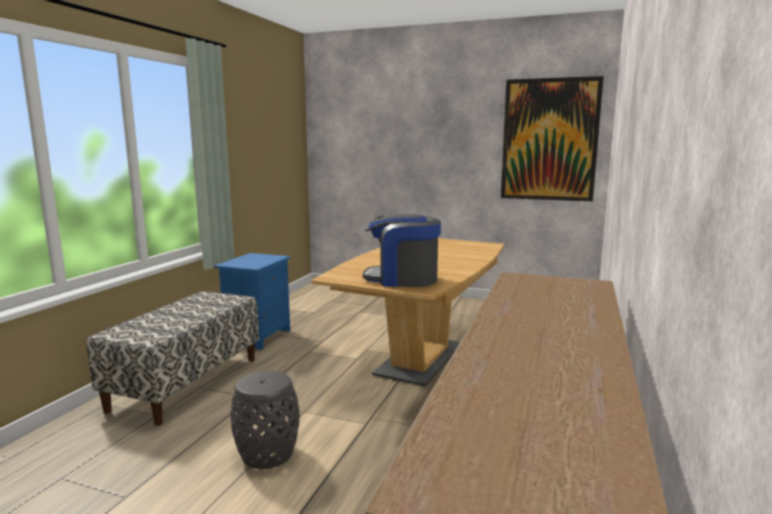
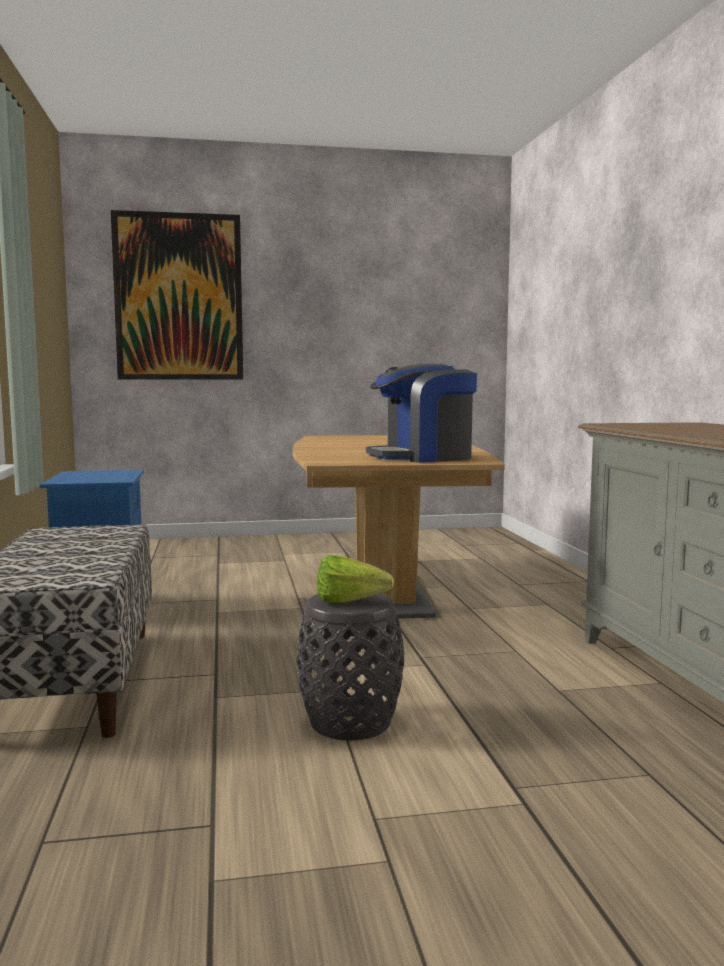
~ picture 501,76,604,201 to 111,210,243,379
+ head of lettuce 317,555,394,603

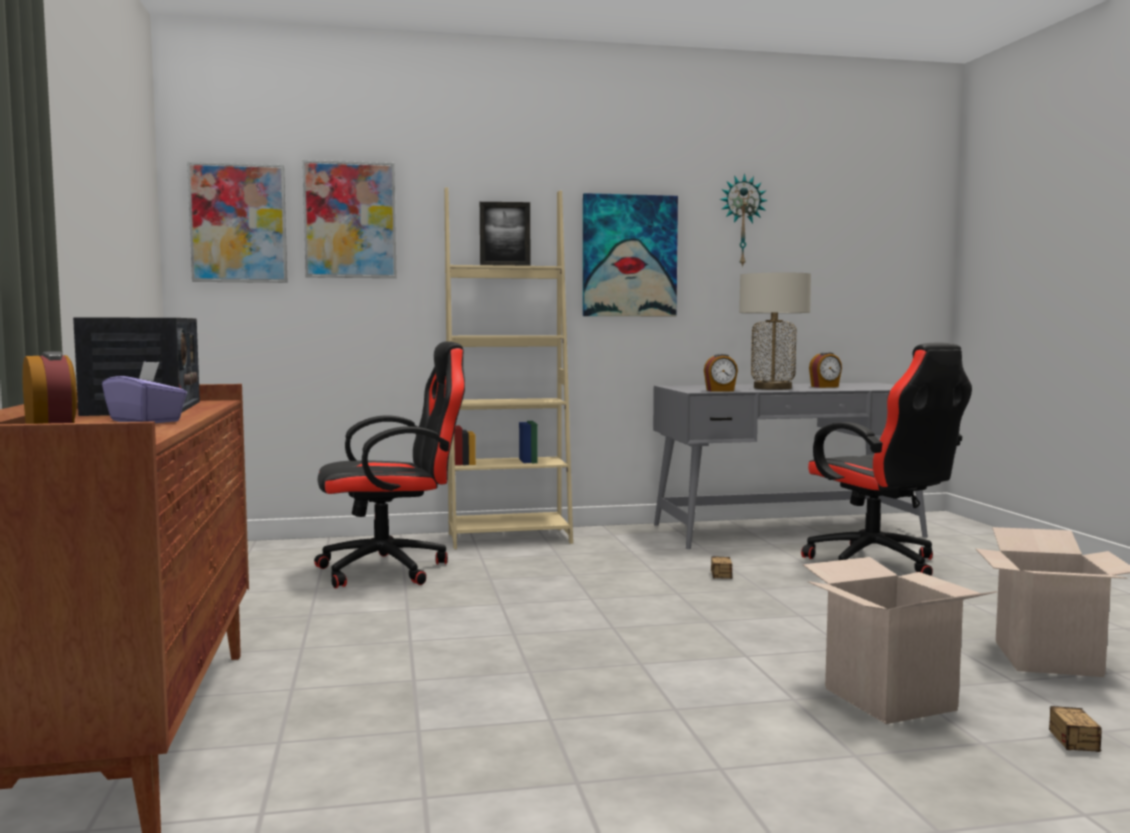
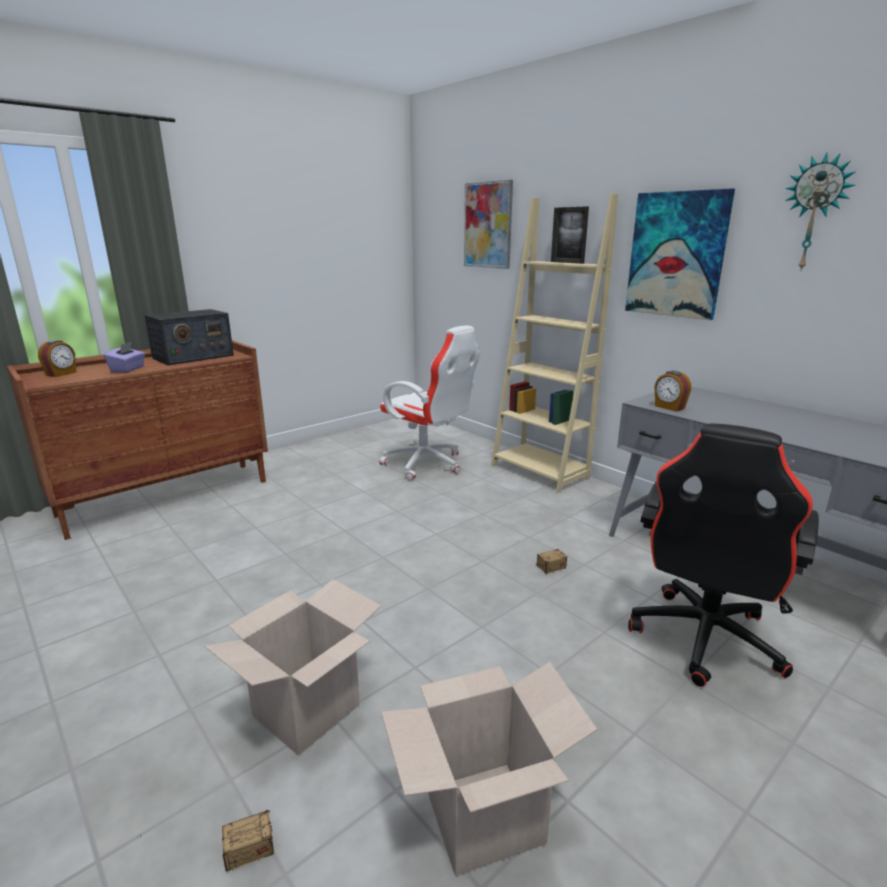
- picture 187,162,288,283
~ office chair/black 314,341,465,588 to office chair/white 379,325,480,481
- table lamp 739,272,811,390
- bedside clock 809,352,842,388

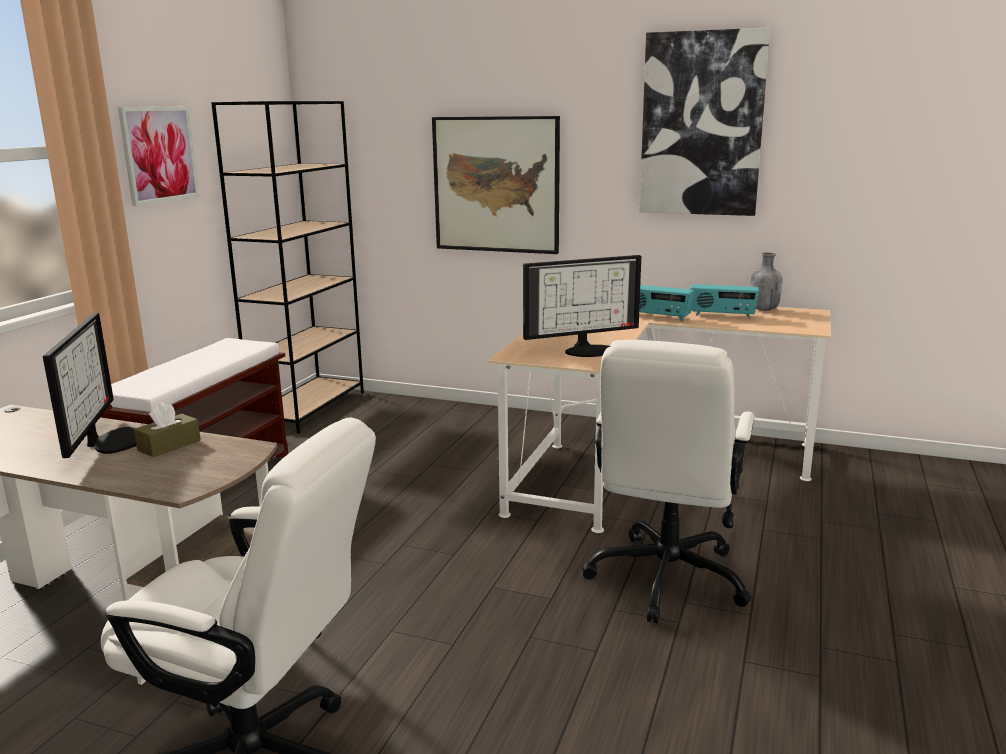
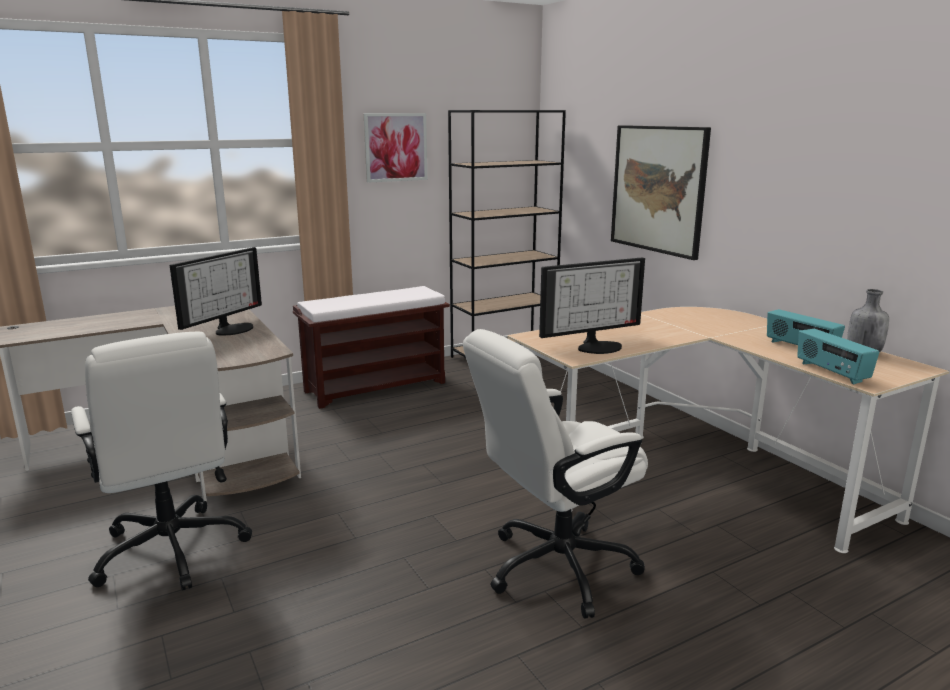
- tissue holder/brownish 134,402,201,457
~ computer display 523,255,641,357 = 539,257,645,354 45 degrees counterclockwise
- picture 639,27,770,216
~ radio 639,285,695,321 to 797,329,879,384

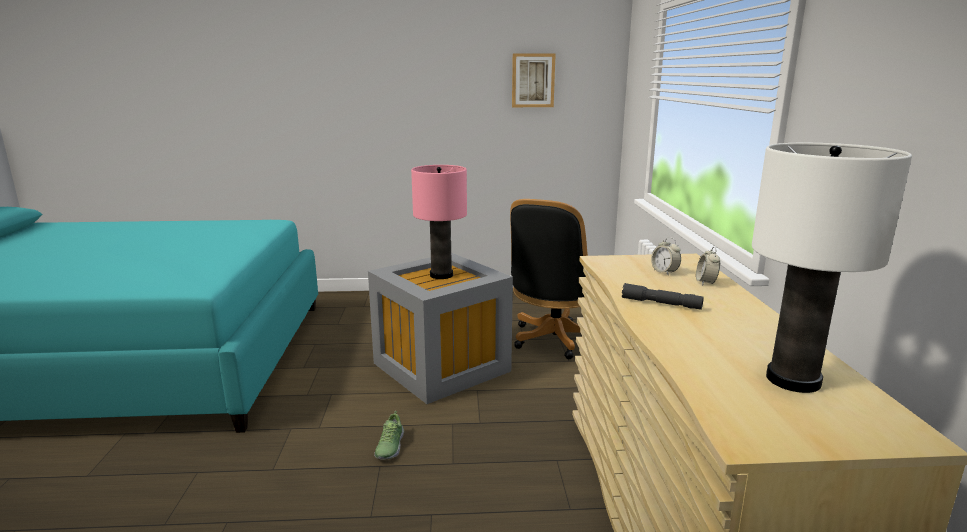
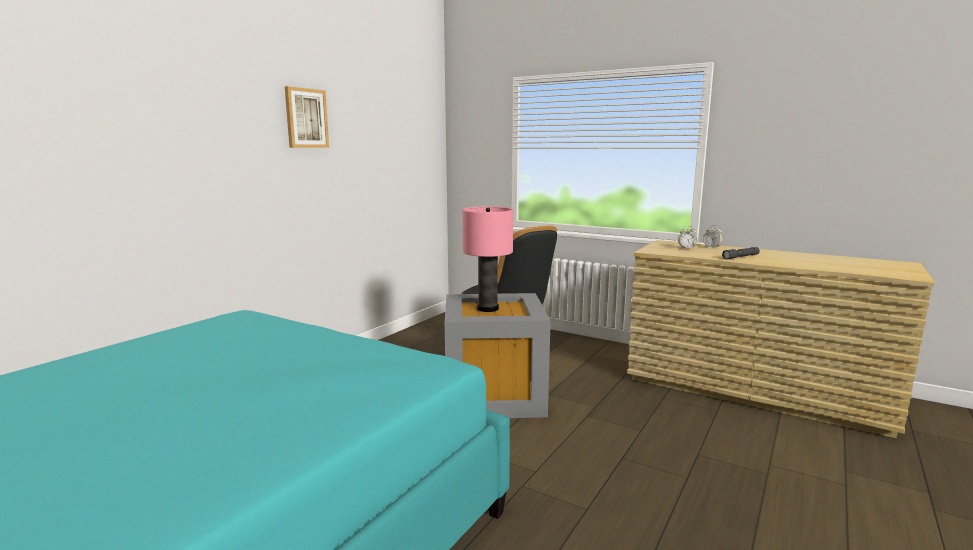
- low shoe 374,411,404,460
~ picture 512,53,556,107 to 285,86,329,148
- table lamp/white 752,143,912,393

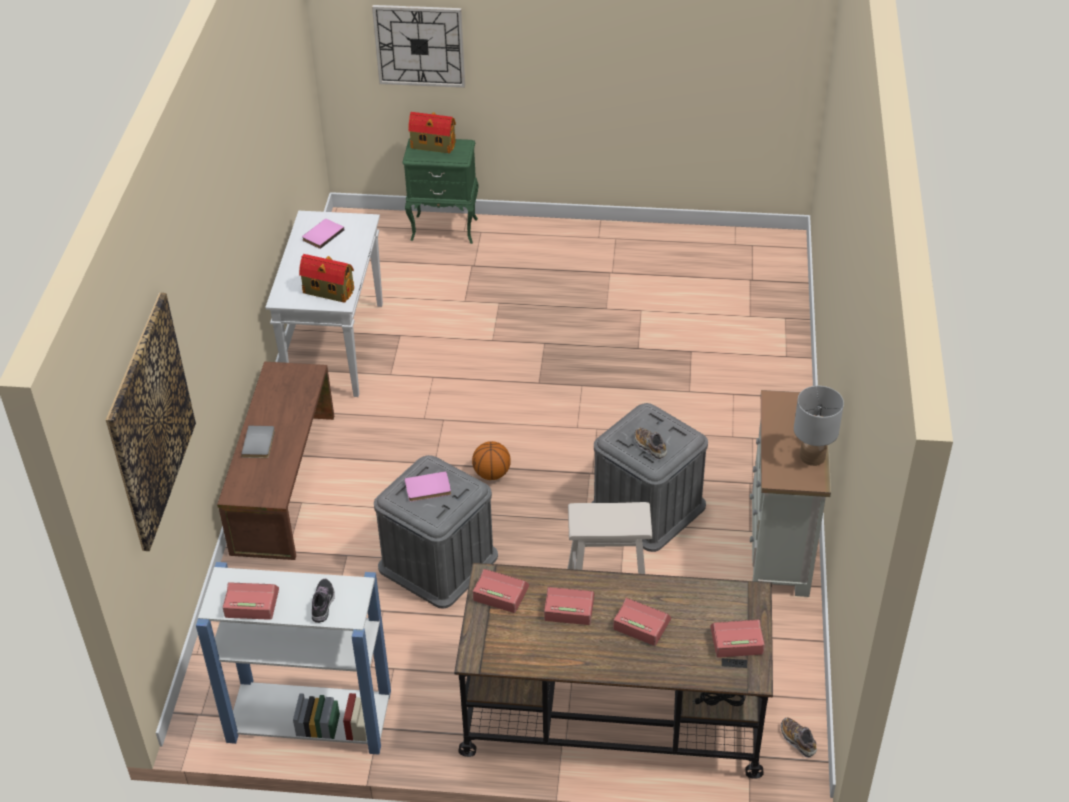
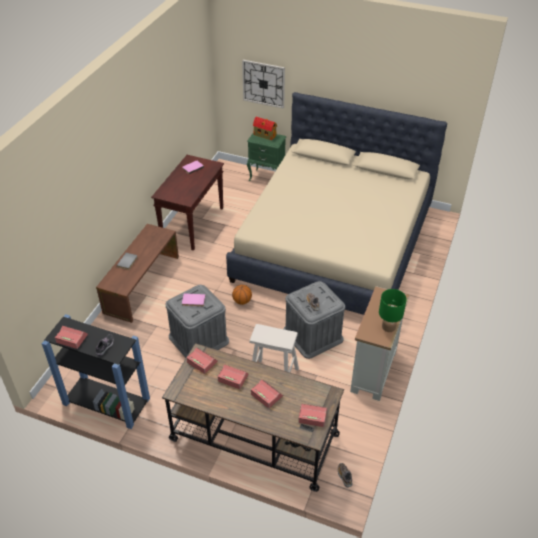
- picture 106,293,196,551
~ bookshelf/white 196,562,391,755 to bookshelf/black 41,314,150,429
~ narrow table/white 265,211,383,397 to narrow table/brownish 151,155,224,251
- miniature house 299,254,354,303
~ table lamp/grey 794,386,844,466 to table lamp/greenish 379,289,407,332
+ bed/beige-coloured 226,92,447,315

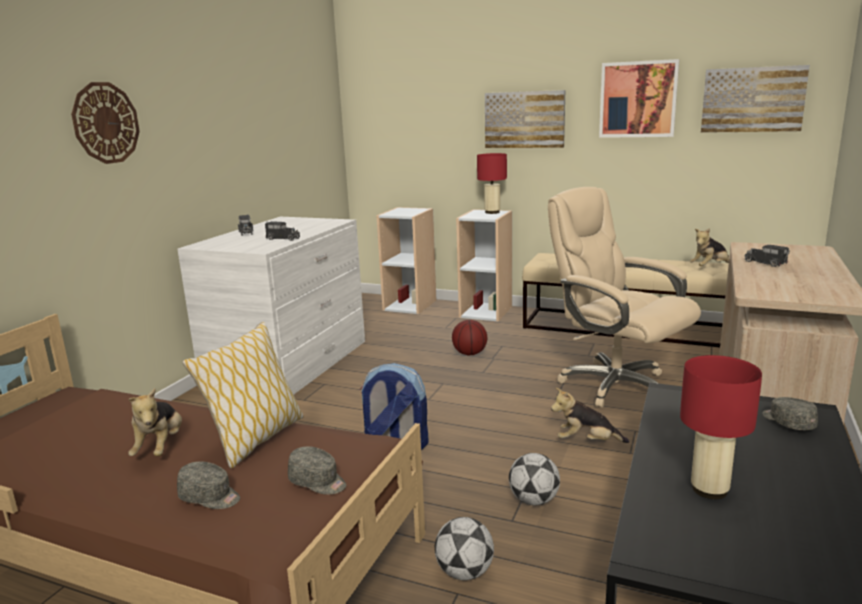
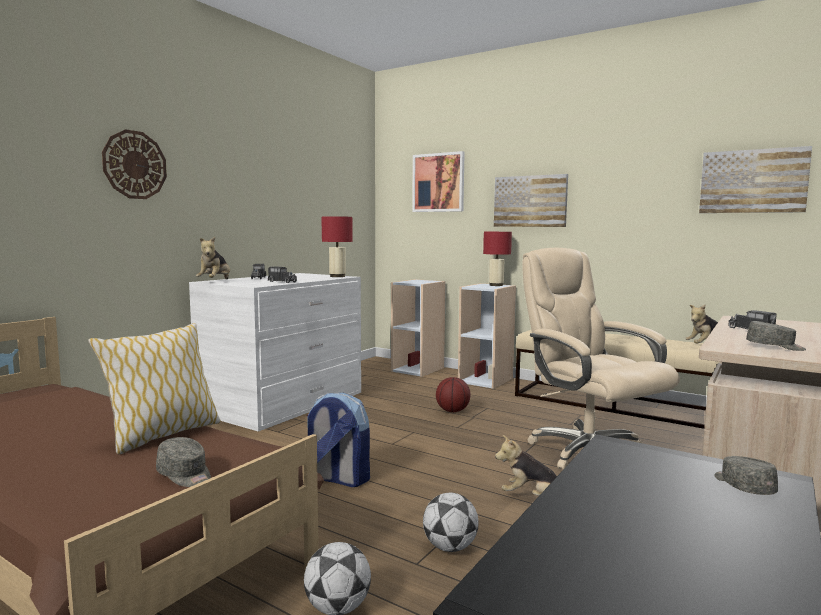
~ cuddly toy 128,388,182,456 to 196,237,230,279
~ cap/grey 177,461,240,509 to 746,321,806,351
~ picture 599,59,679,138 to 412,151,465,212
~ table lamp/red-coloured 680,355,762,499 to 322,216,353,277

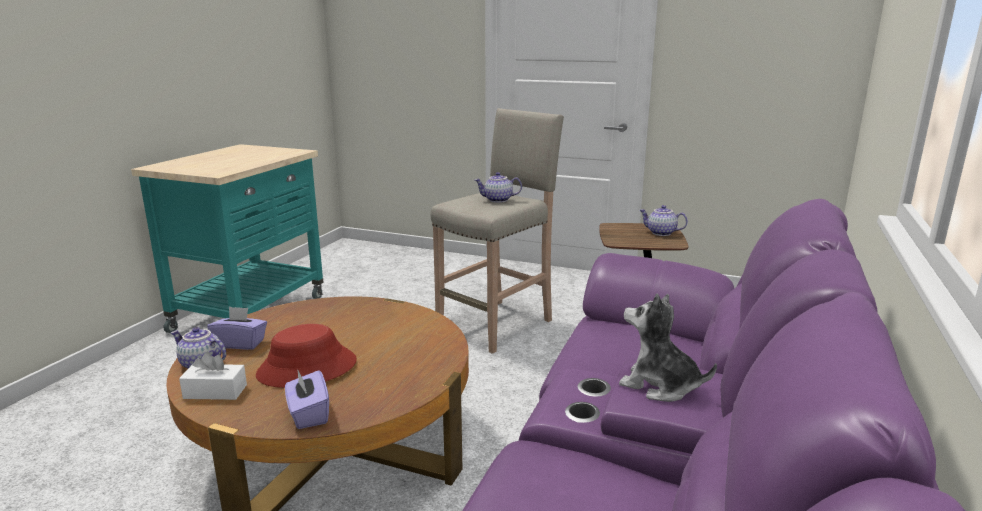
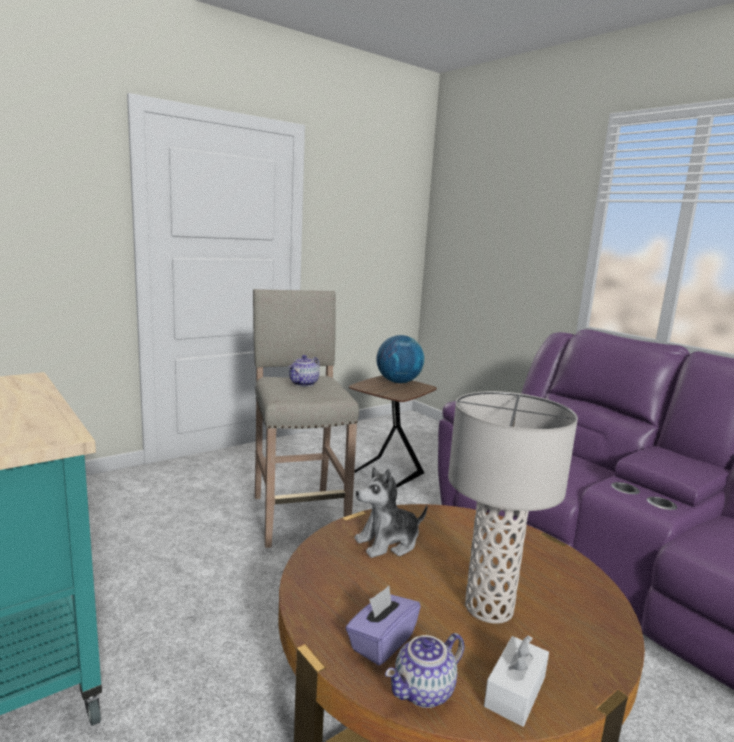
~ hat/red-coloured 256,324,357,388 to table lamp/white 448,391,578,624
- tissue holder/purple-coloured 285,369,329,429
~ cuddly toy 619,293,717,402 to 354,467,427,558
~ tea pot 639,205,688,236 to globe 376,335,425,383

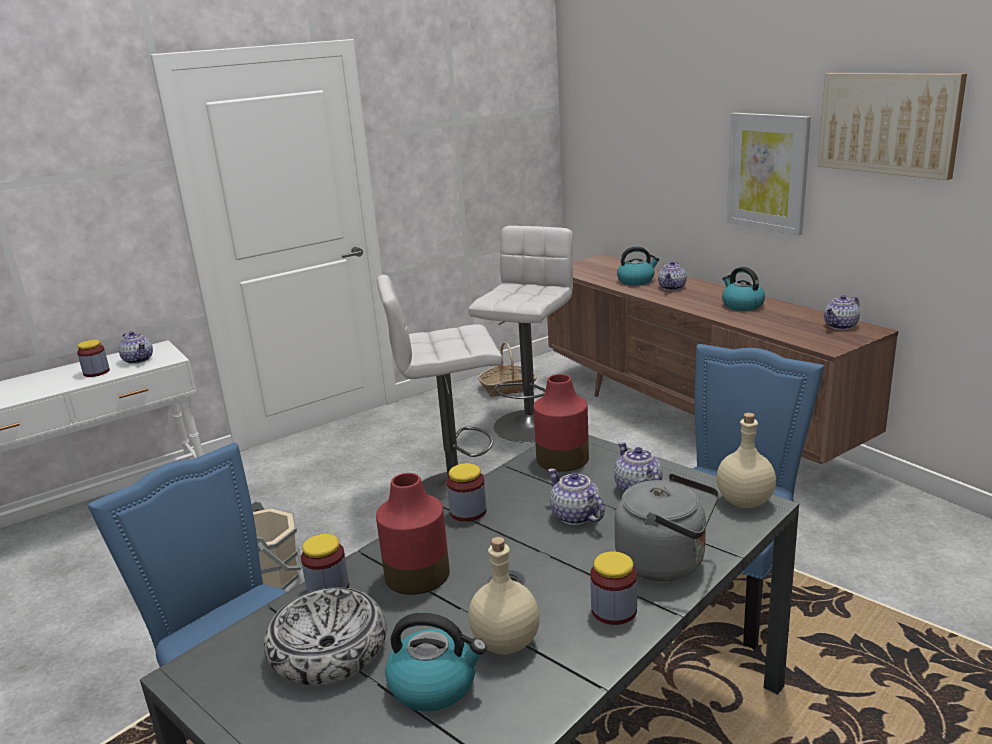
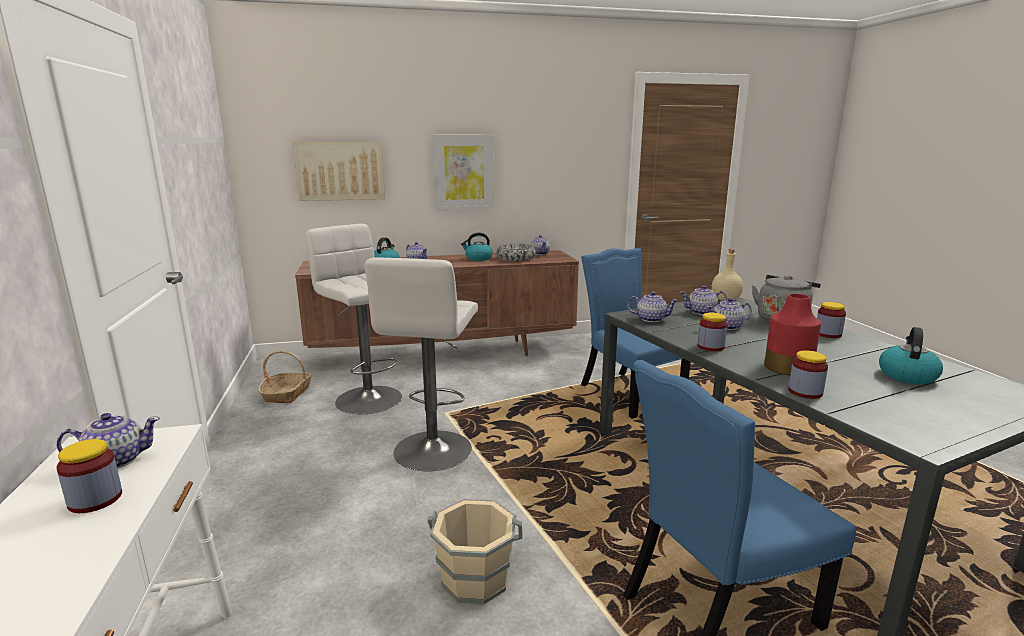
~ deep dish 264,587,387,685 to 497,243,536,261
- drink bottle/beige-coloured 468,537,540,655
~ flower vase/red-coloured 534,374,589,472 to tea pot 627,291,678,322
~ picture 818,73,967,180 to 293,142,385,201

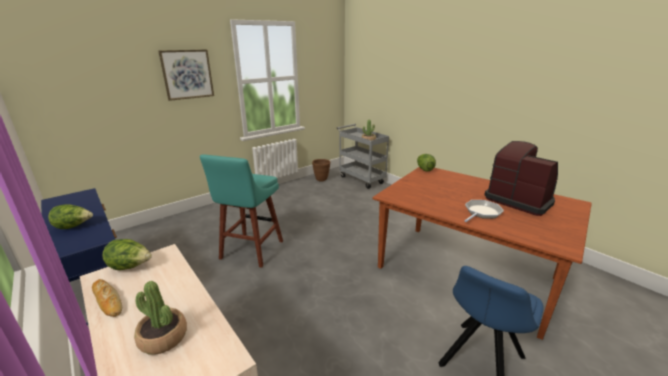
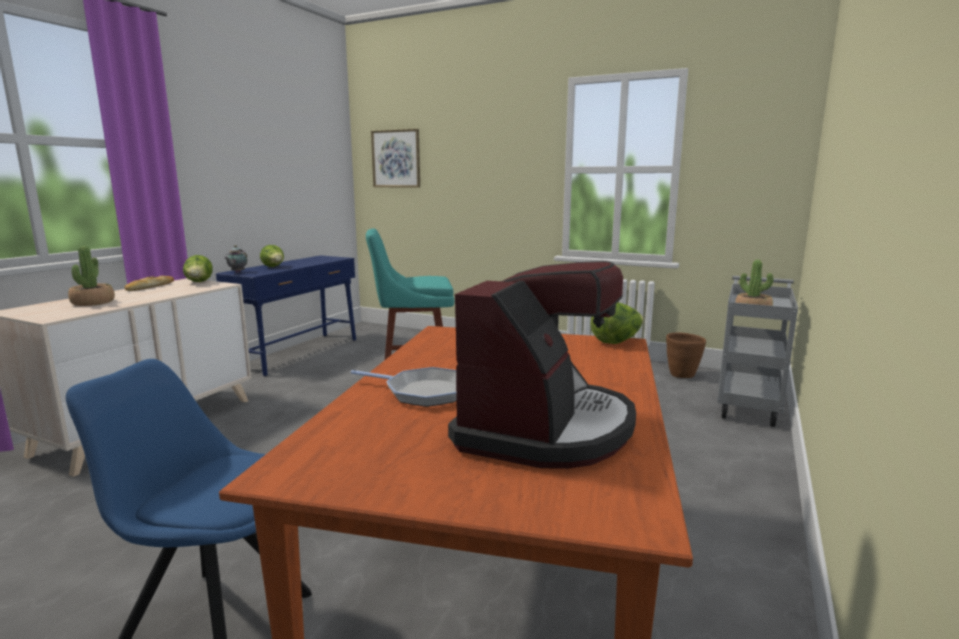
~ picture 158,50,214,101 to 371,129,420,188
+ tea pot 224,245,247,273

